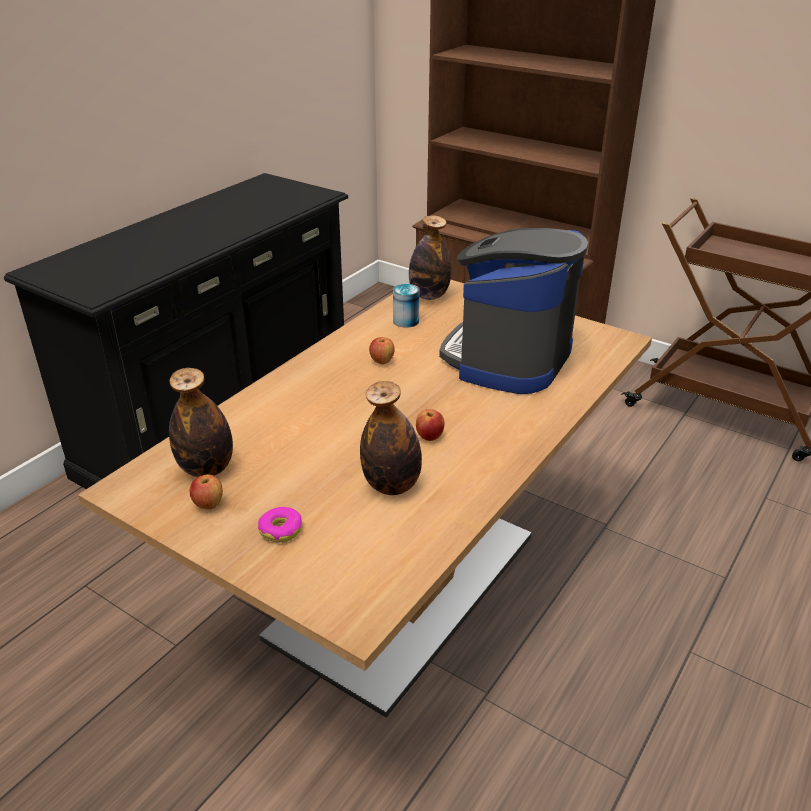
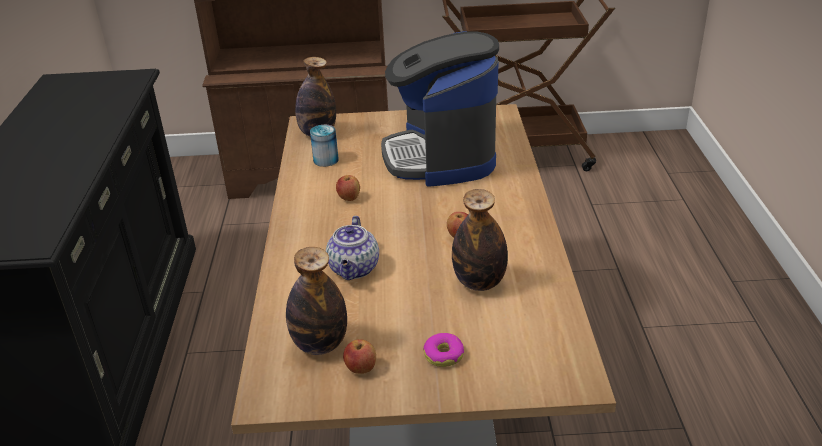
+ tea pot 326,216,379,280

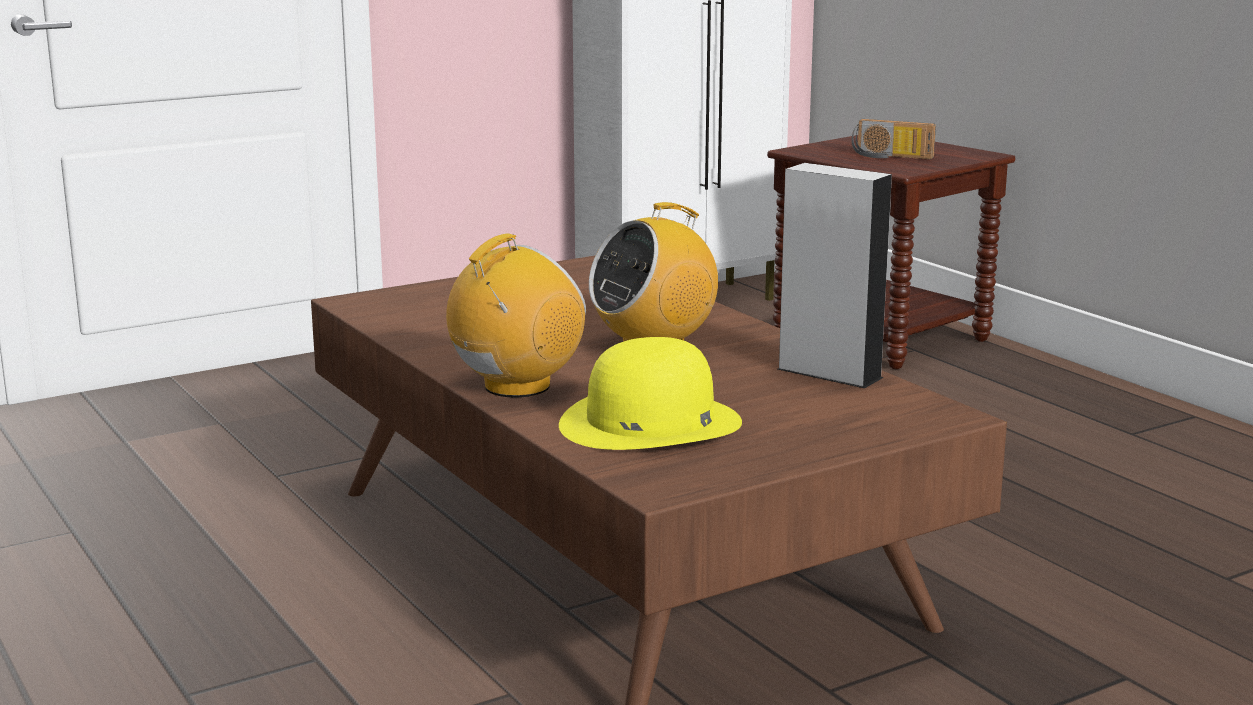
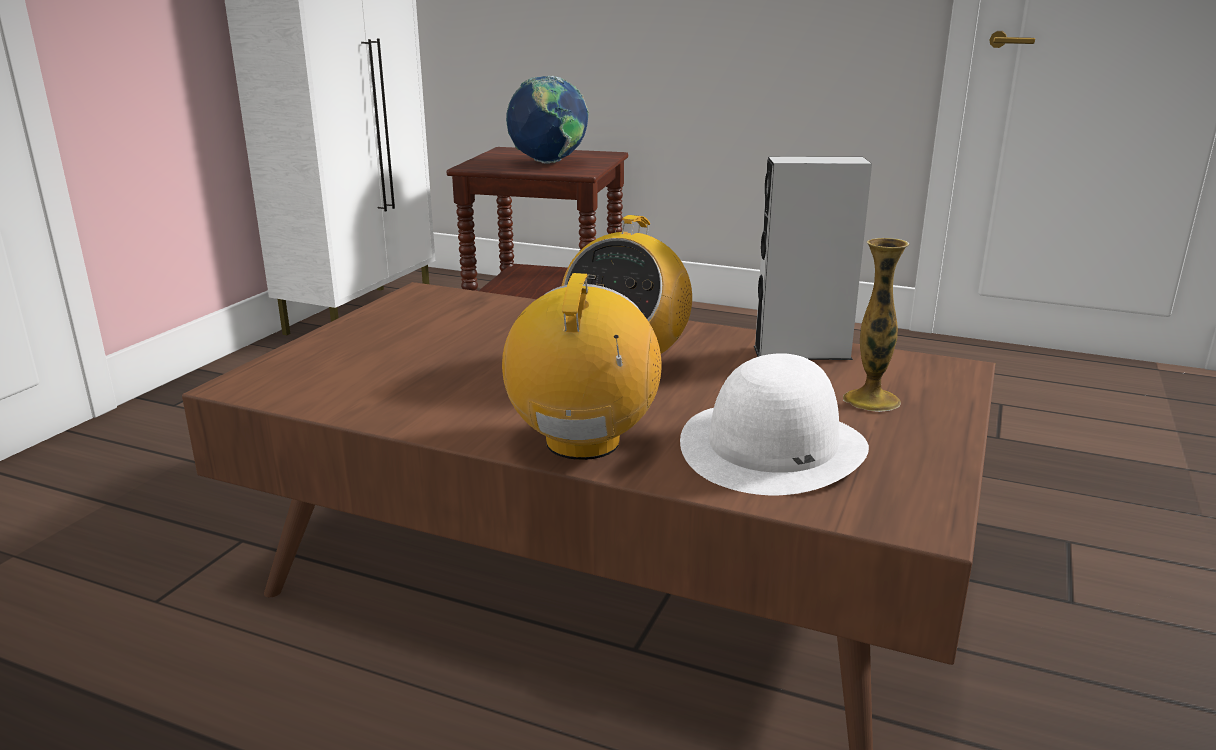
~ hat/yellow-coloured 559,337,742,450 to hat/white 680,353,869,495
~ radio 851,119,936,159 to globe 506,76,589,164
+ flower vase 843,238,909,412

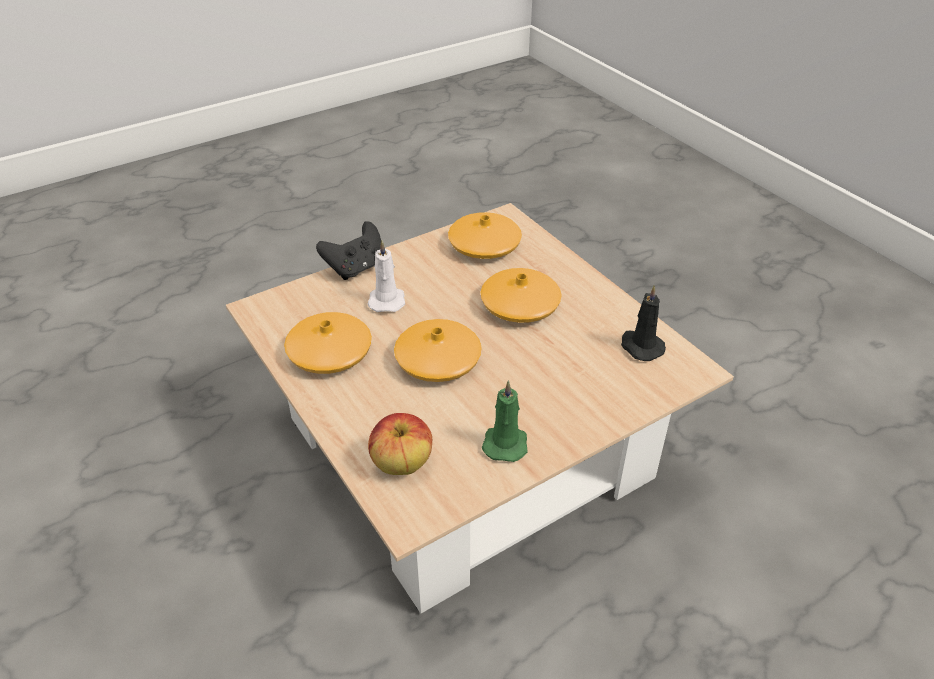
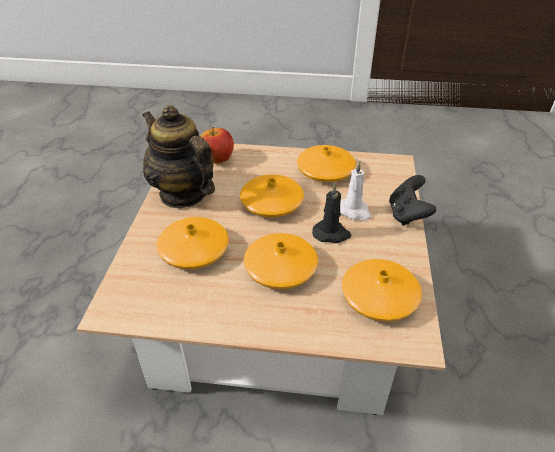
~ wax candle/greenish 482,380,528,462 to tea pot 142,105,215,208
~ wax candle/black 621,285,666,361 to 312,183,352,243
+ flower vase/orange 156,217,229,269

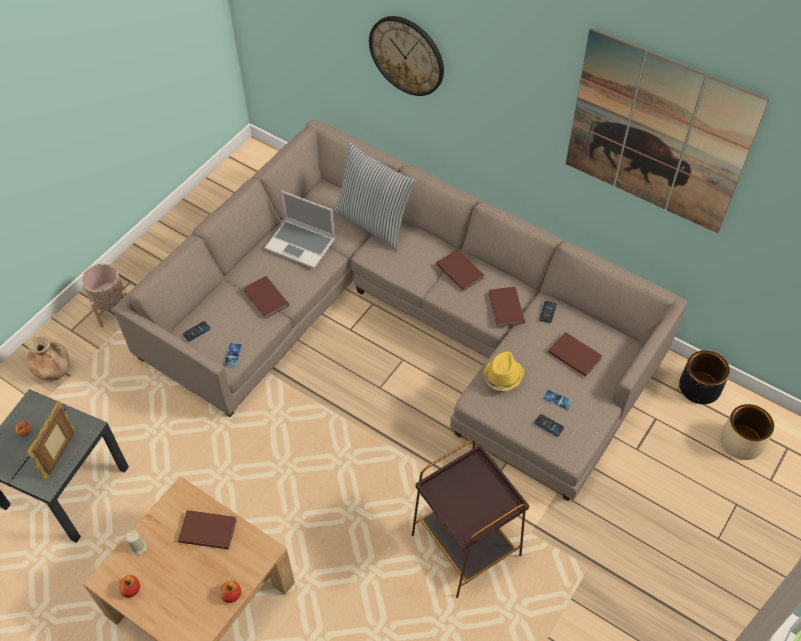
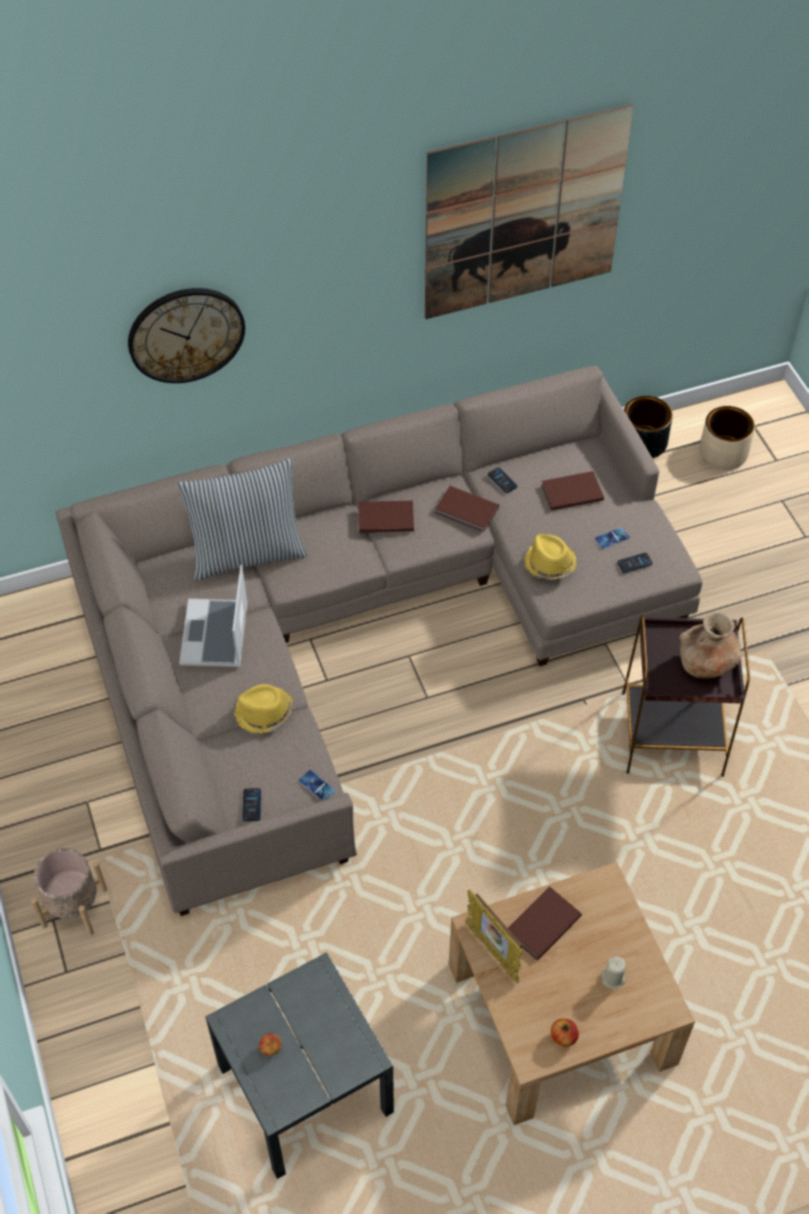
~ flower vase/brownish 27,335,69,380 to 680,612,741,679
~ photo frame 27,401,75,480 to 465,889,523,983
~ wax candle/beige-coloured 125,530,147,556 to 602,957,626,989
- apple fruit 220,580,241,603
~ book/brownish 243,276,289,319 to hat/yellow-coloured 234,684,293,733
~ portable computer 265,191,335,268 = 179,565,247,667 120 degrees clockwise

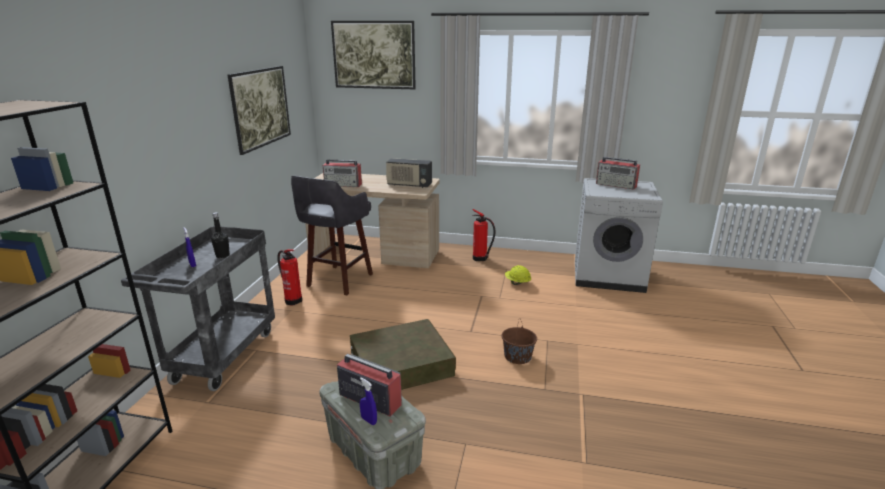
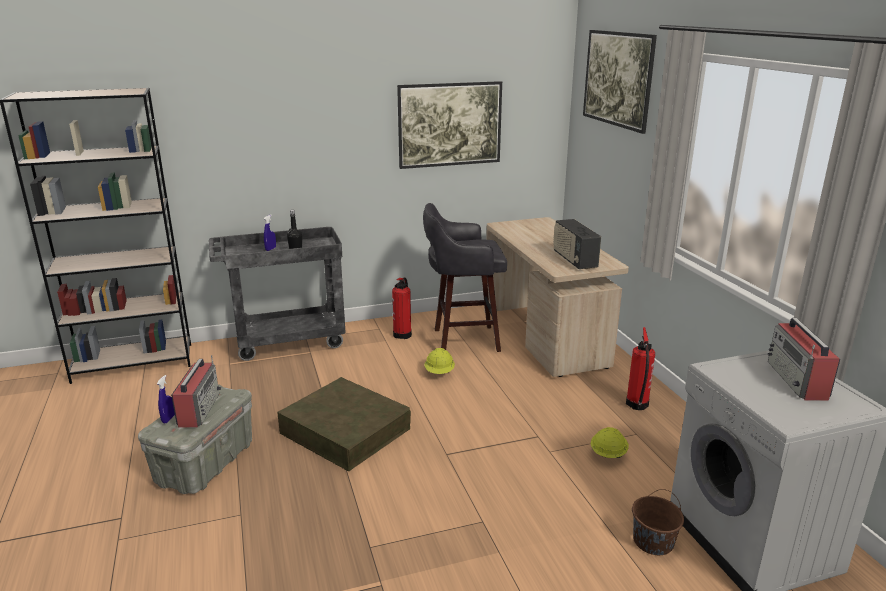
- radio 323,160,362,187
~ bucket/brownish 501,320,537,364 to 632,489,684,555
+ hard hat/yellow-coloured 424,348,455,374

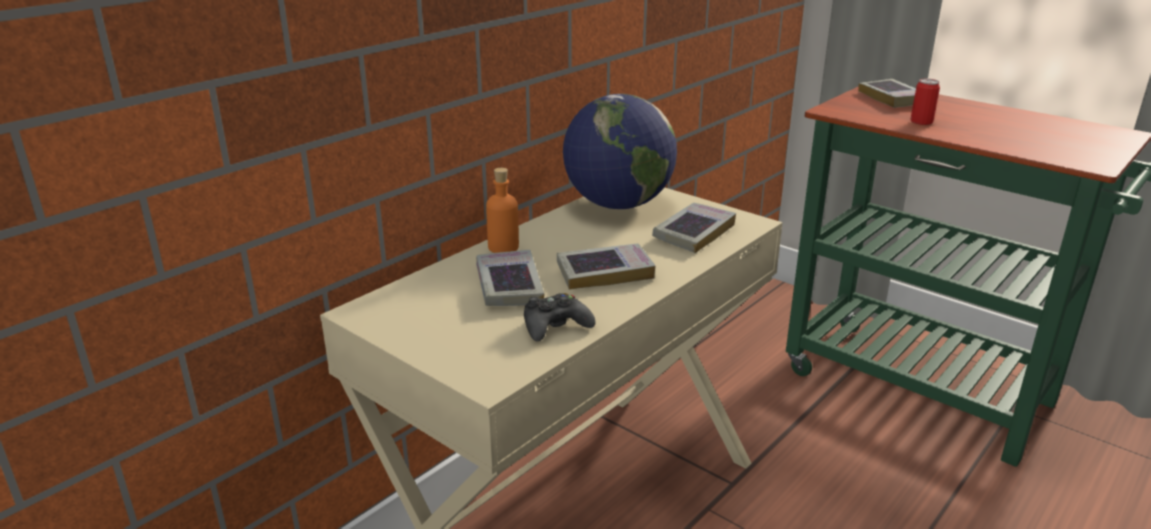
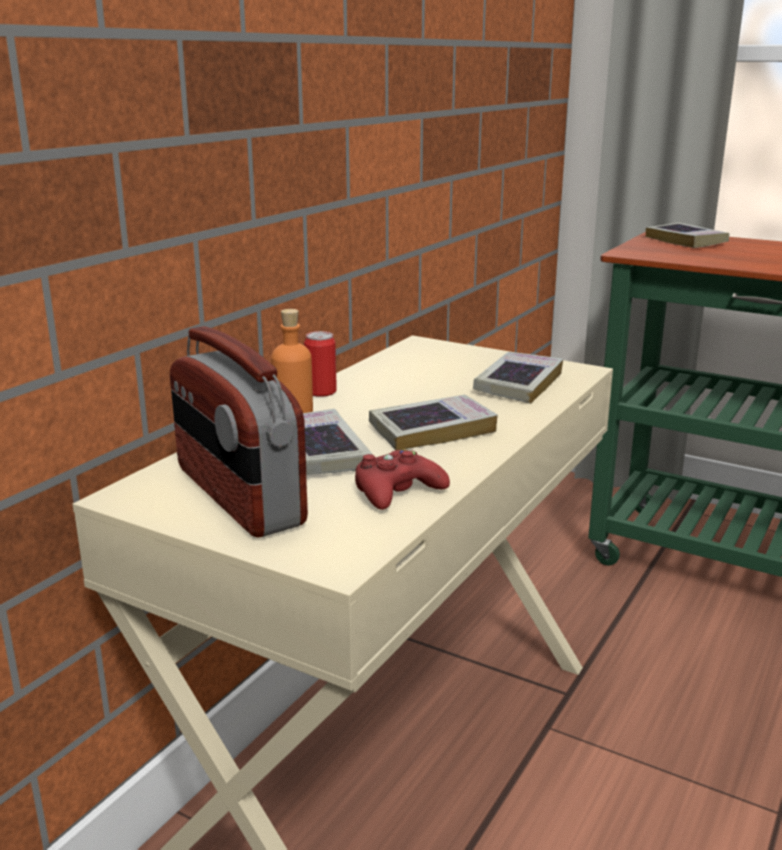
~ game controller/black 524,293,595,341 to game controller/red-coloured 355,449,450,510
- globe 563,94,677,209
~ sealed can 910,79,940,125 to 304,331,337,397
+ radio 170,326,308,537

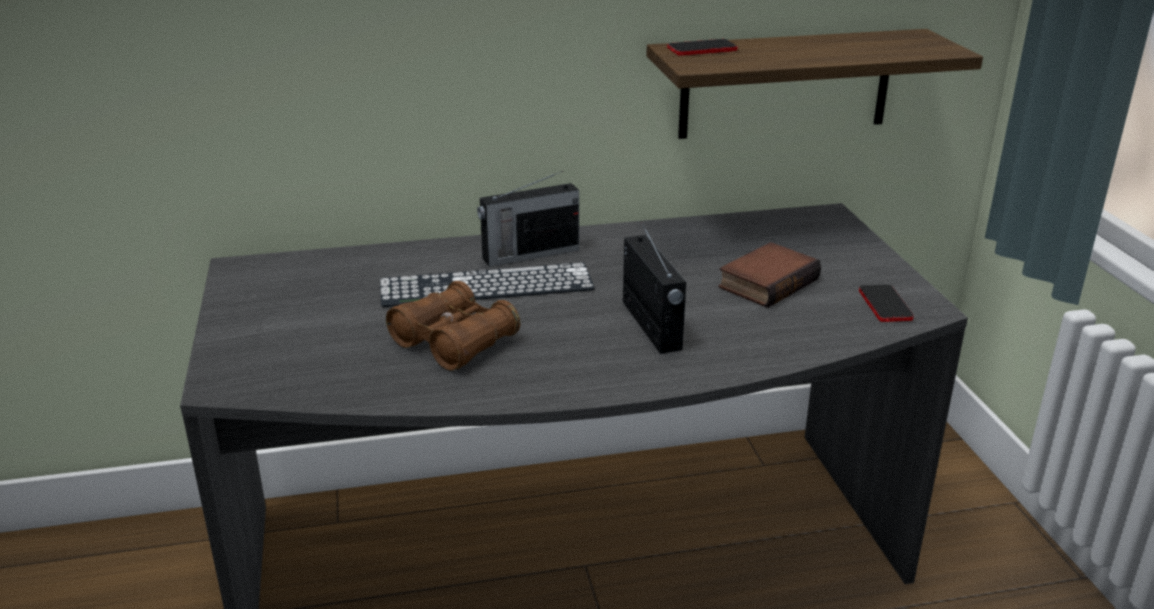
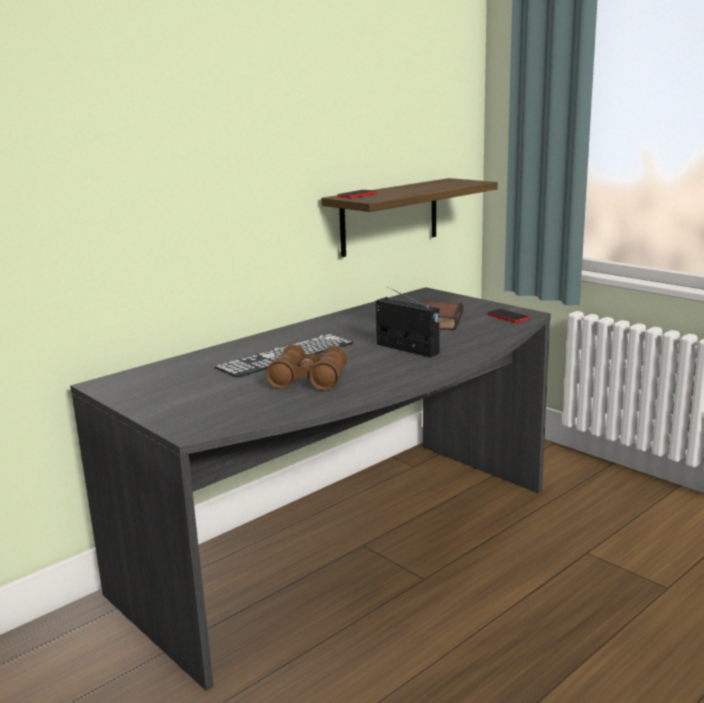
- radio 477,171,579,267

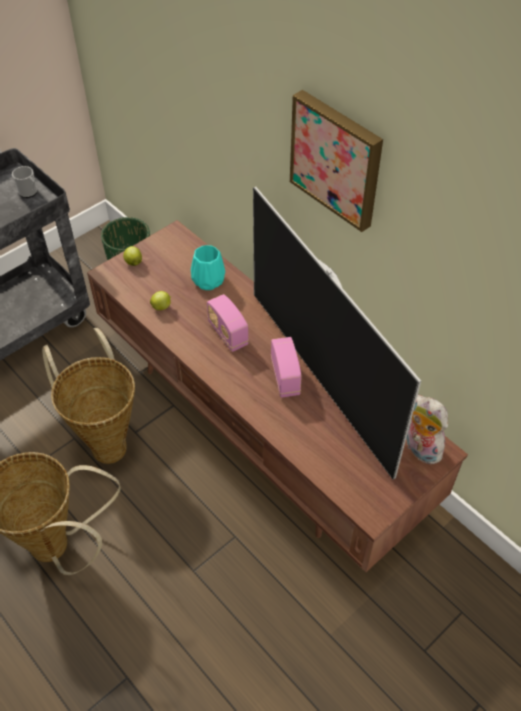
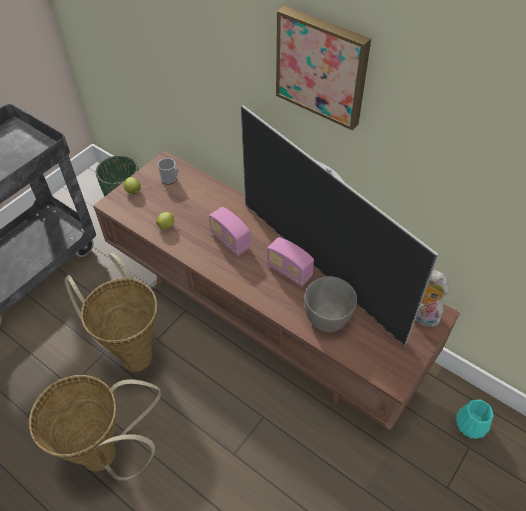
~ coffee mug 12,166,37,198 to 157,158,179,185
~ flower vase/turquoise-coloured 191,245,225,290 to 456,400,494,439
~ radio 271,337,302,398 = 267,237,314,286 150 degrees clockwise
+ deep dish/grey 304,276,357,332

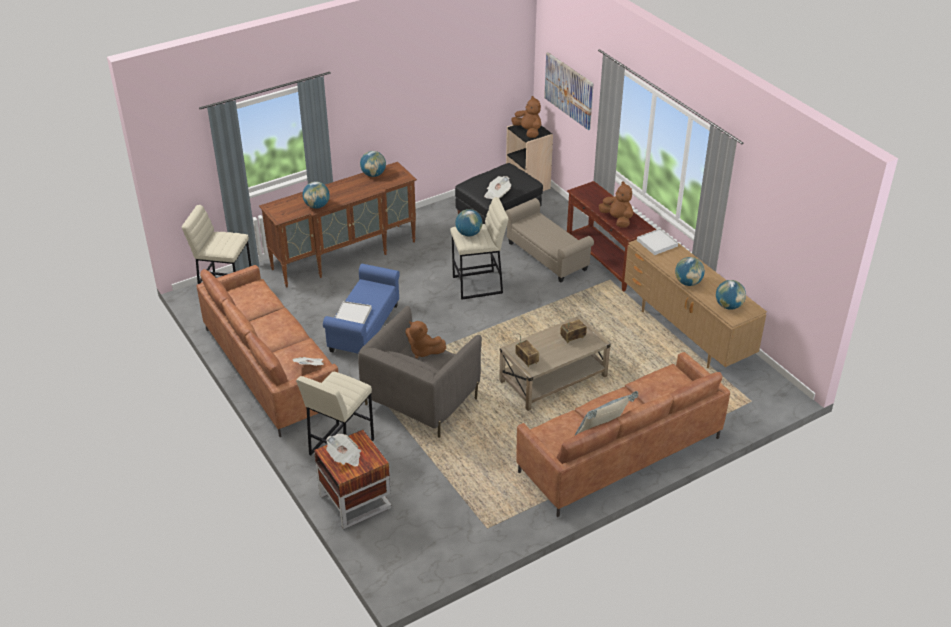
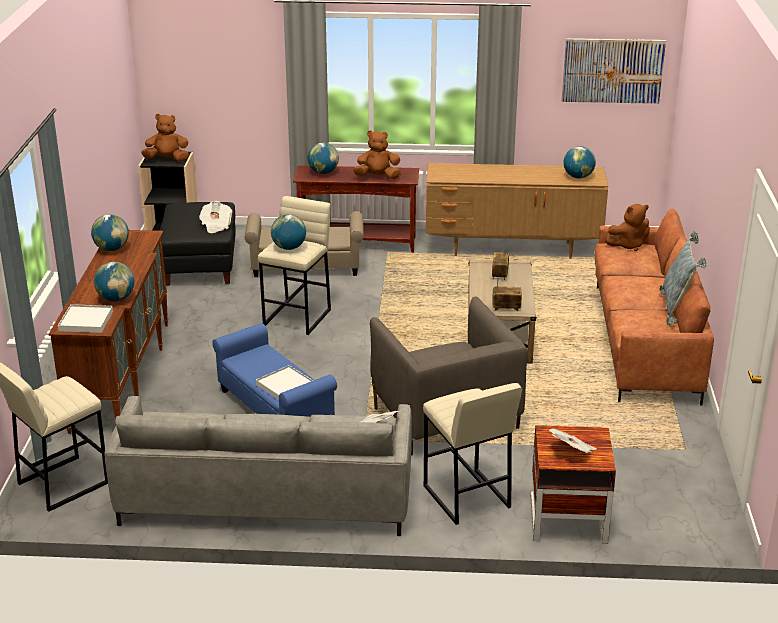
~ settee/brownish 197,265,339,437 to settee/grey 105,396,412,536
~ cuddly toy/brownish 405,321,446,358 to 605,204,650,251
~ picture 544,52,594,130 to 562,38,666,104
~ carrying tray/white 637,229,678,255 to 58,304,113,333
~ globe 675,257,705,286 to 308,143,339,174

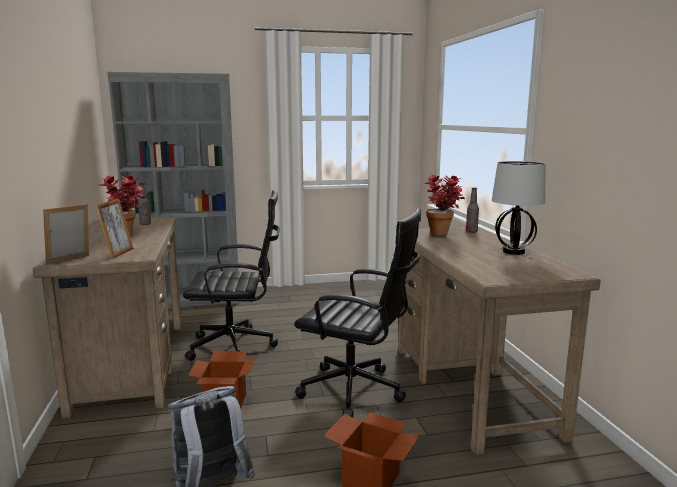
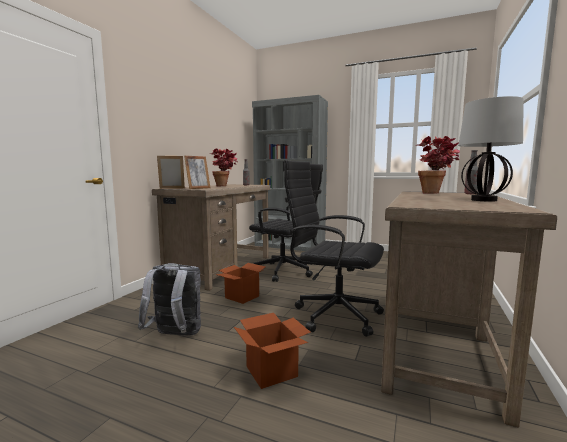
~ office chair/black 295,209,421,417 = 283,160,384,337 150 degrees clockwise

